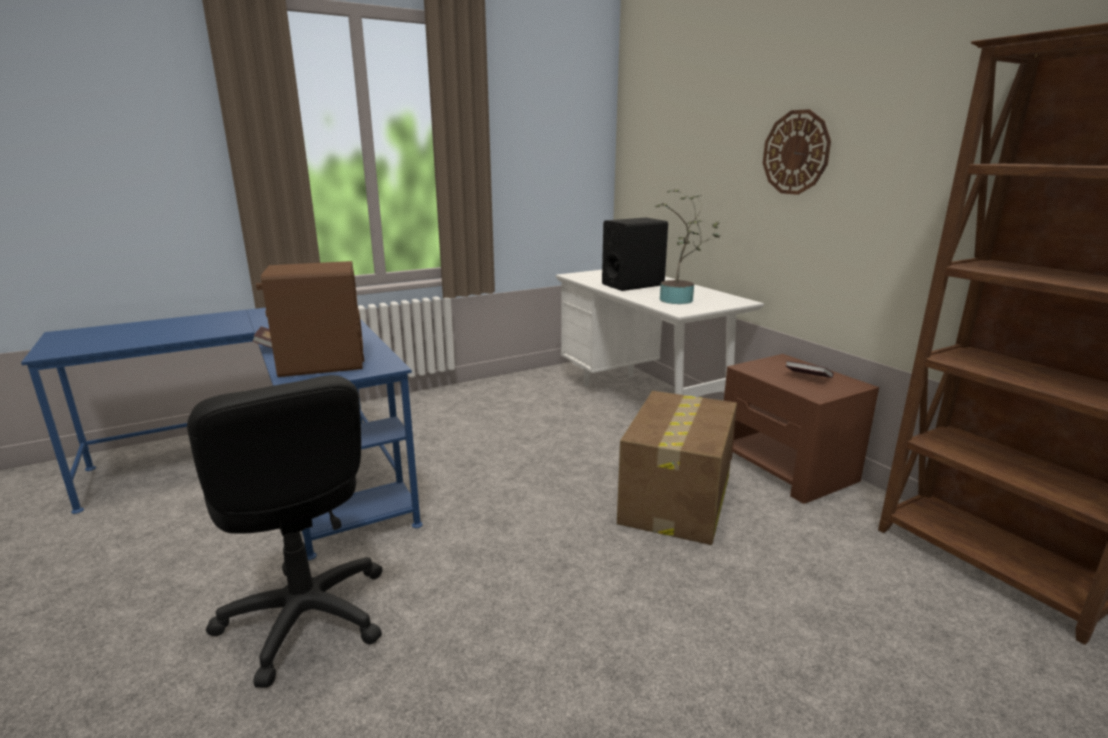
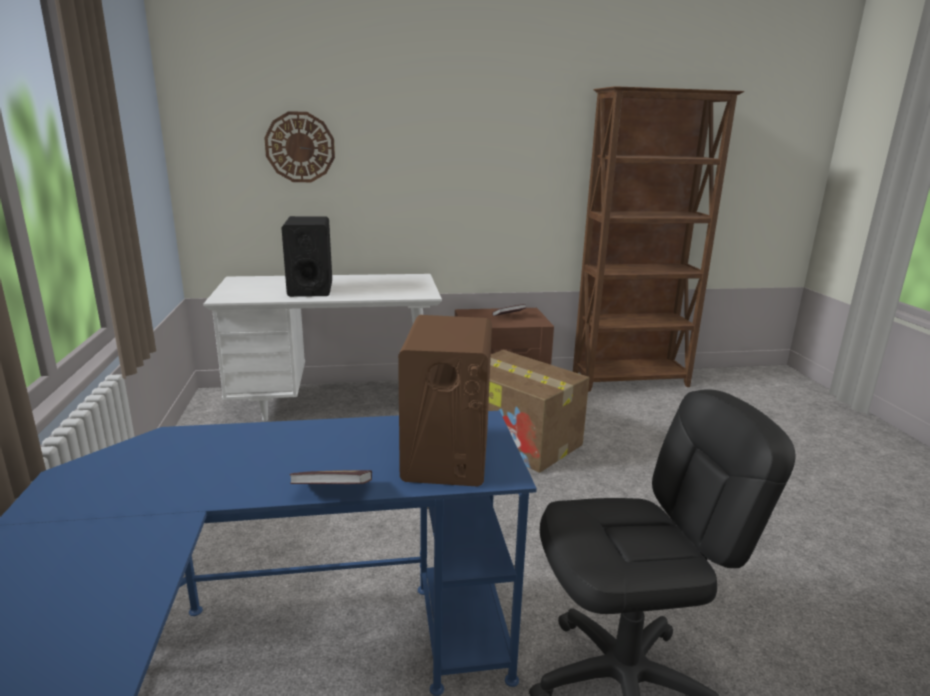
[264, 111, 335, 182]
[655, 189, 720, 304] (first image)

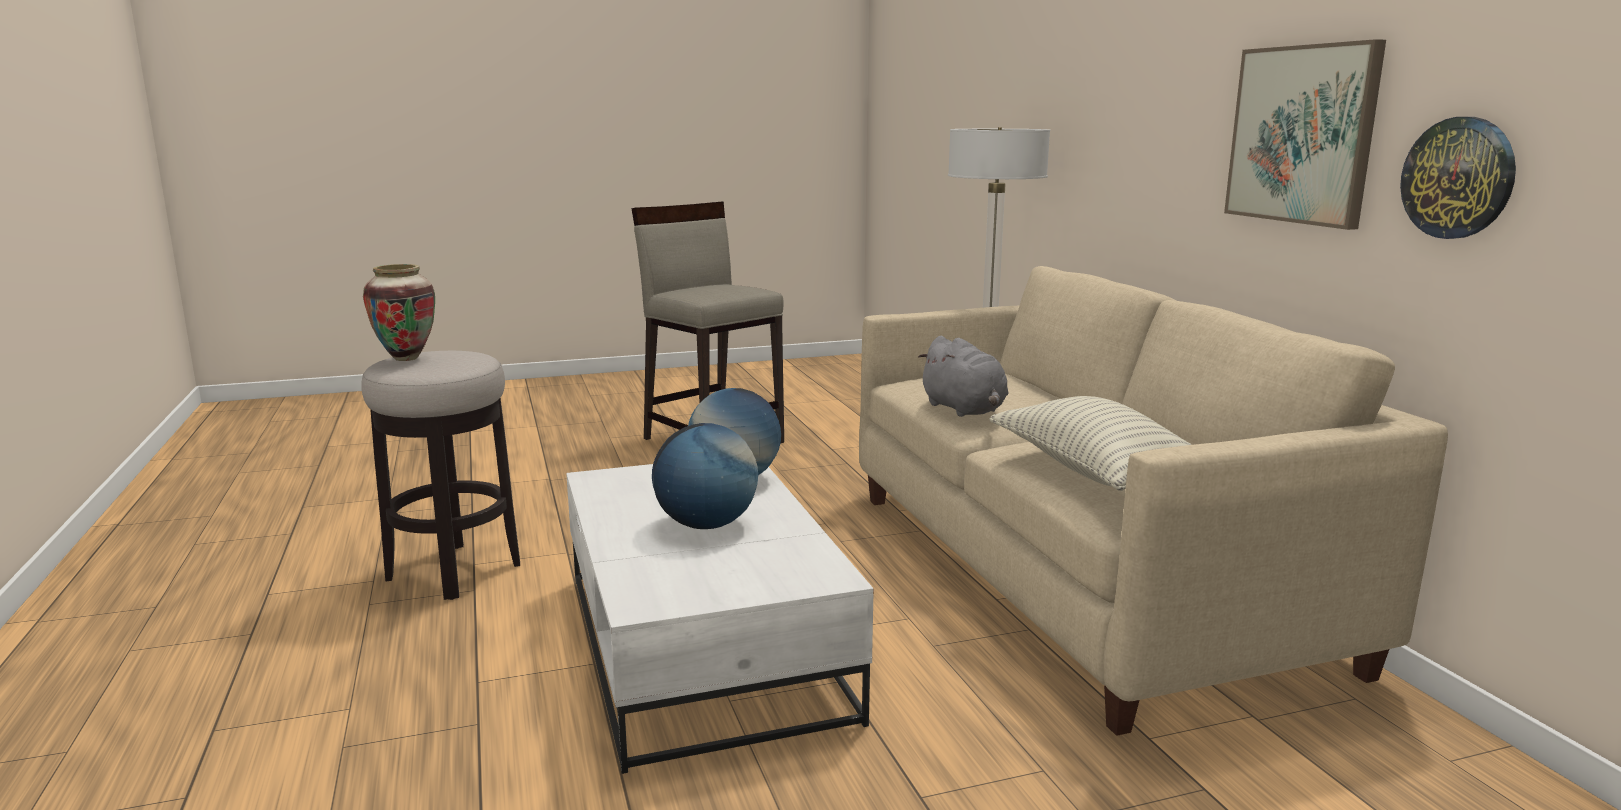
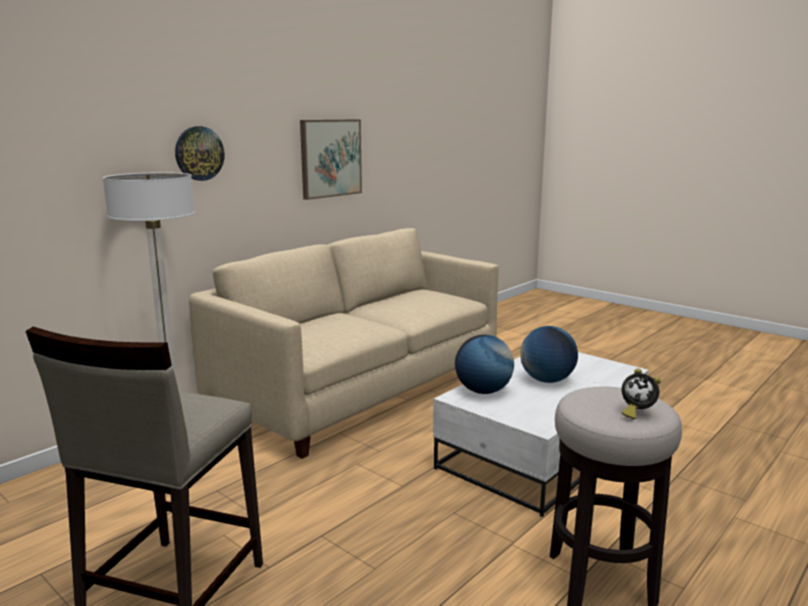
[175, 126, 224, 181]
[622, 369, 661, 419]
[918, 336, 1009, 417] (first image)
[989, 396, 1192, 491] (first image)

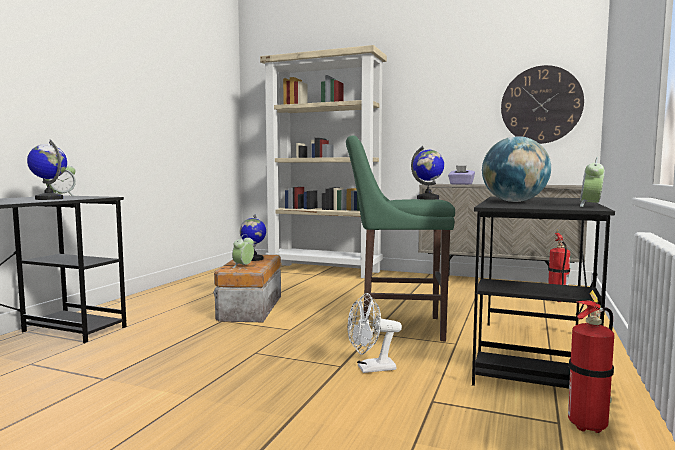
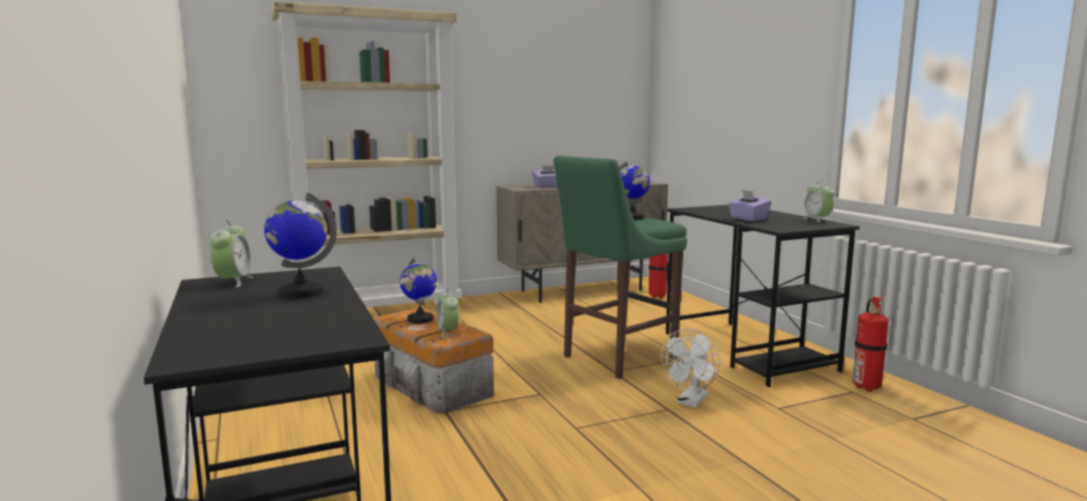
[501, 65, 584, 144] (first image)
[728, 190, 772, 221]

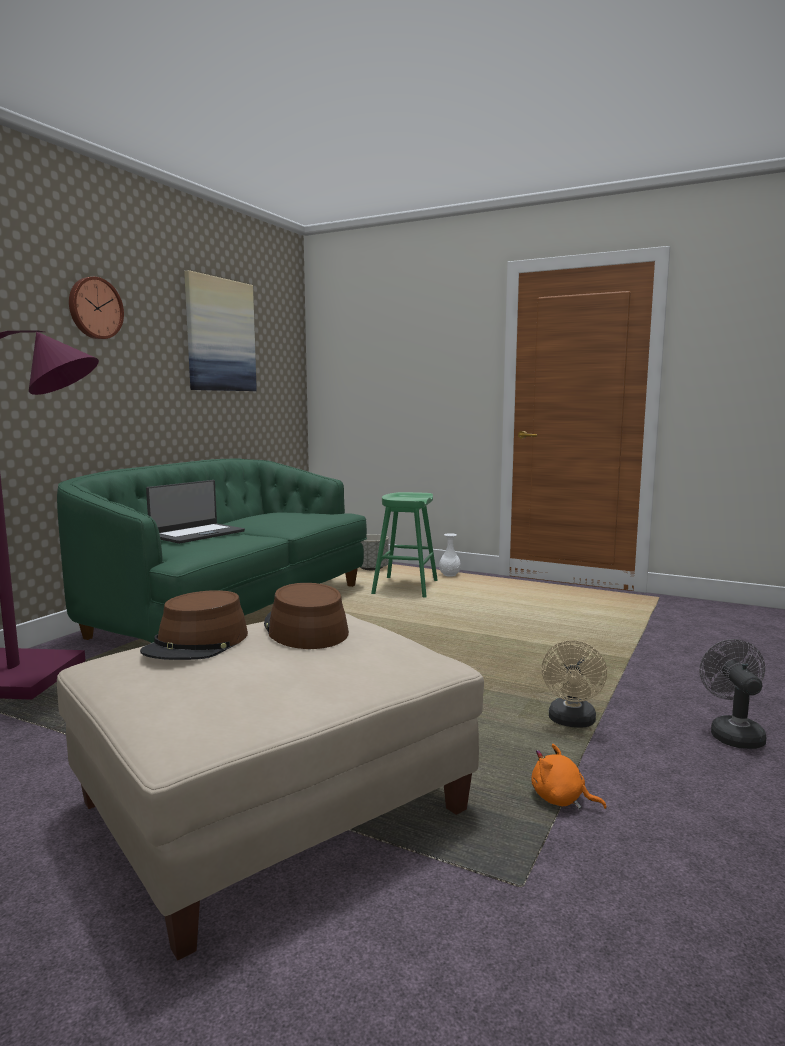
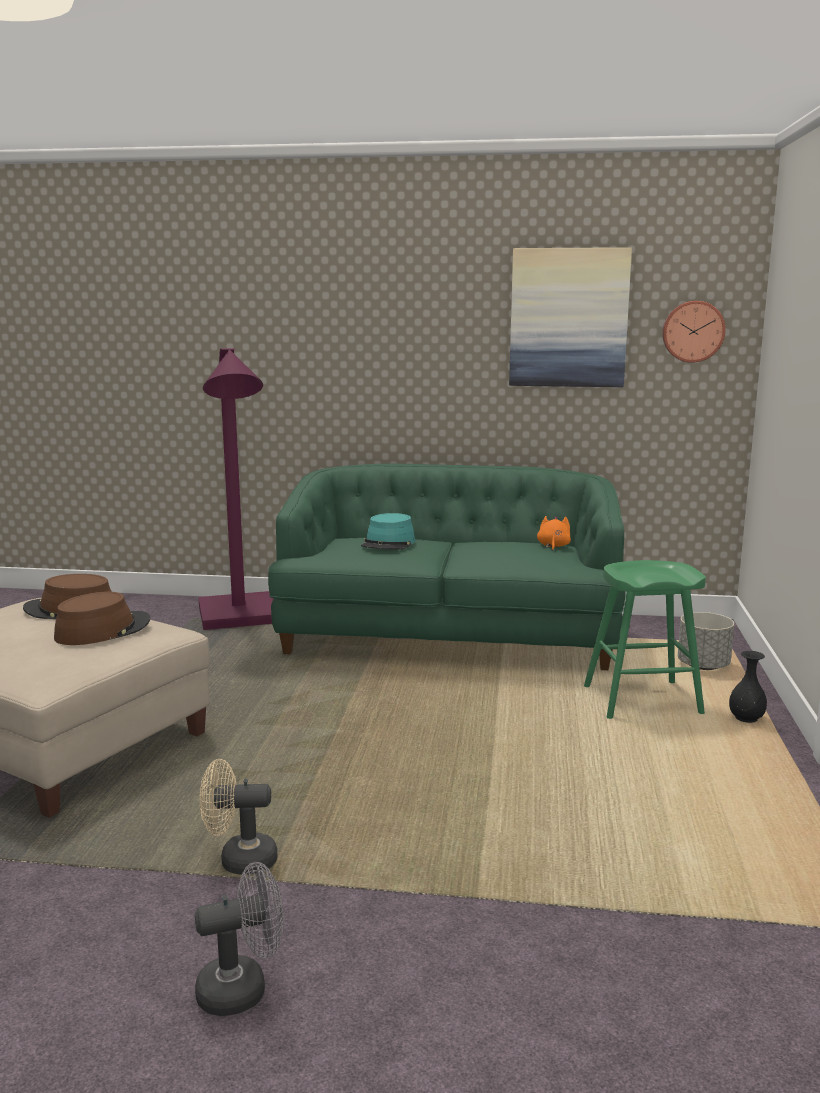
[662, 301, 726, 363]
[361, 513, 415, 550]
[729, 651, 767, 723]
[537, 516, 571, 551]

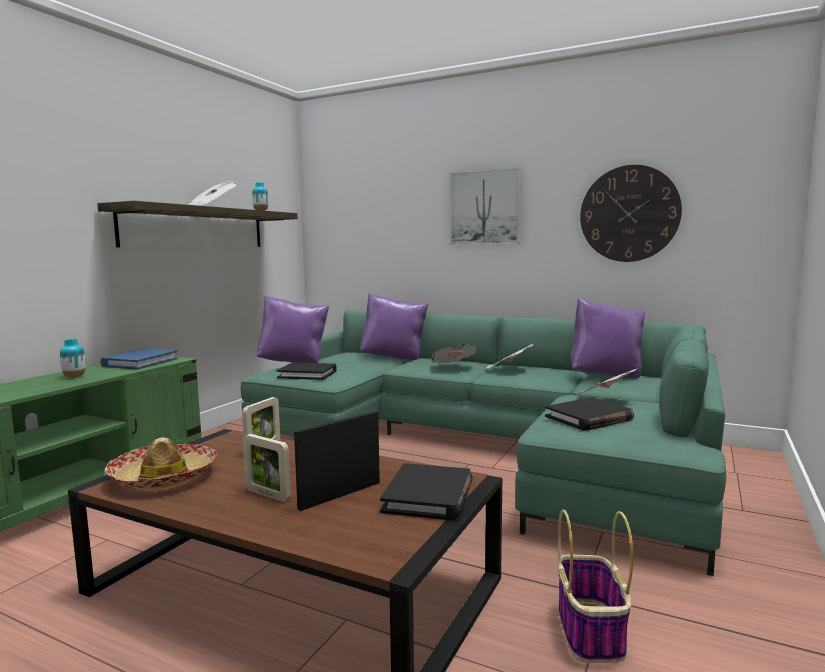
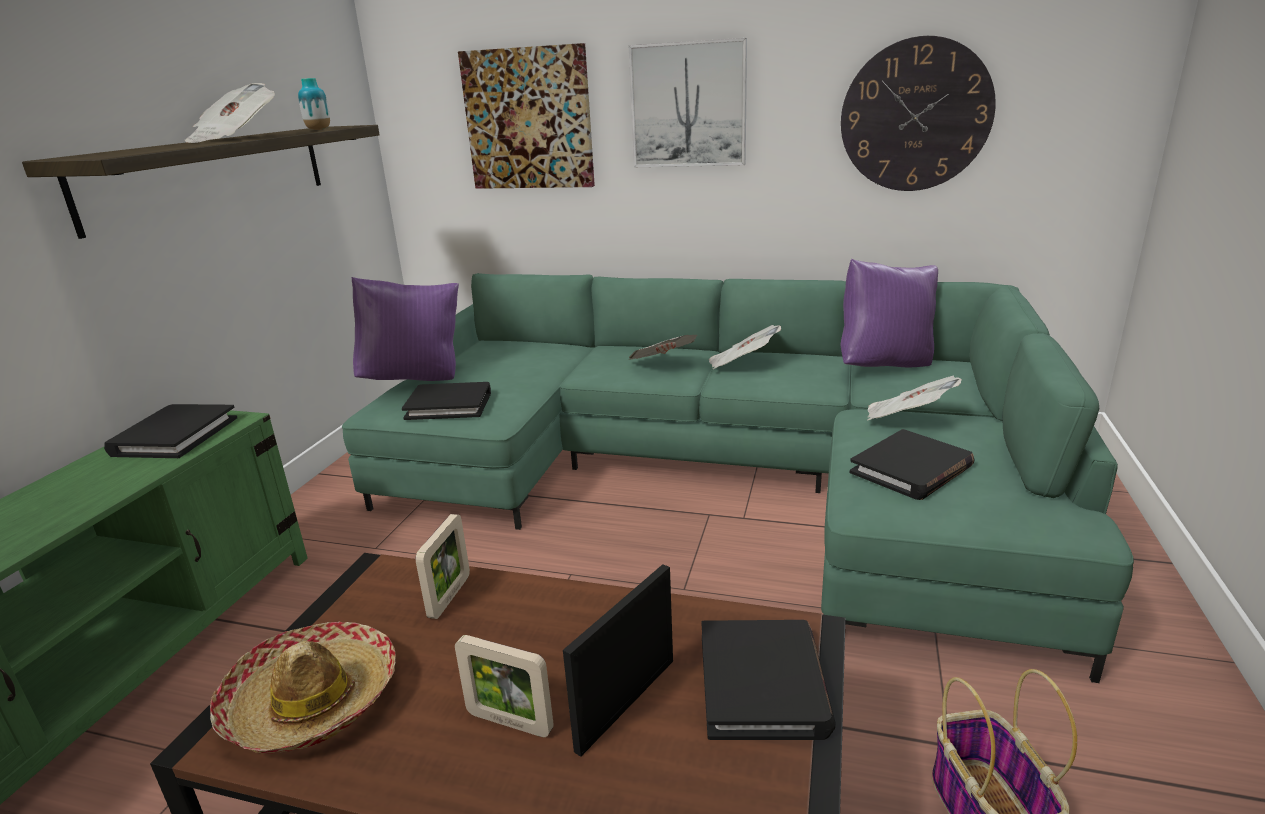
[360, 293, 428, 360] (first image)
[60, 338, 86, 377] (first image)
[104, 404, 237, 458]
[458, 43, 595, 189]

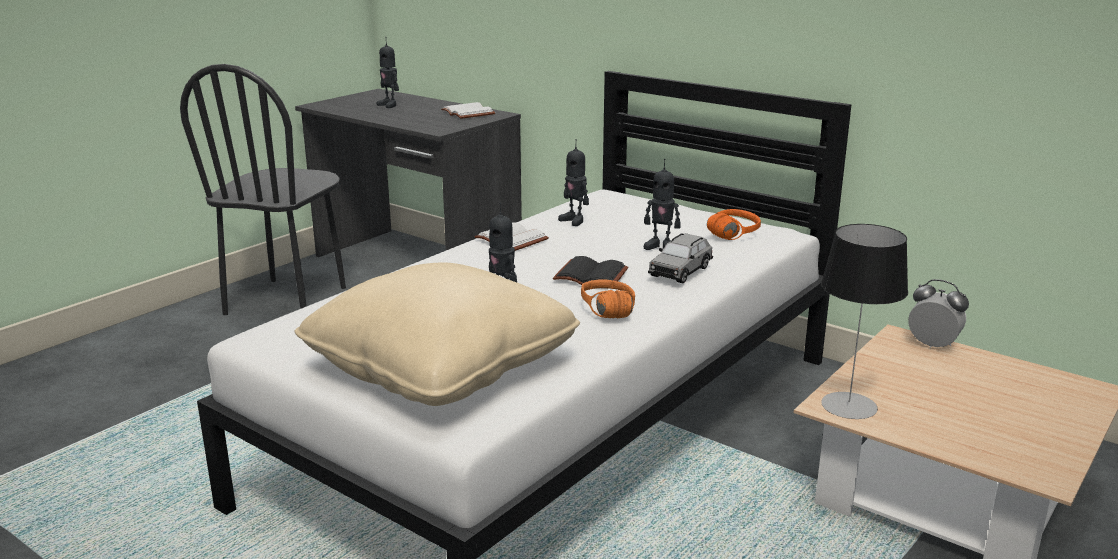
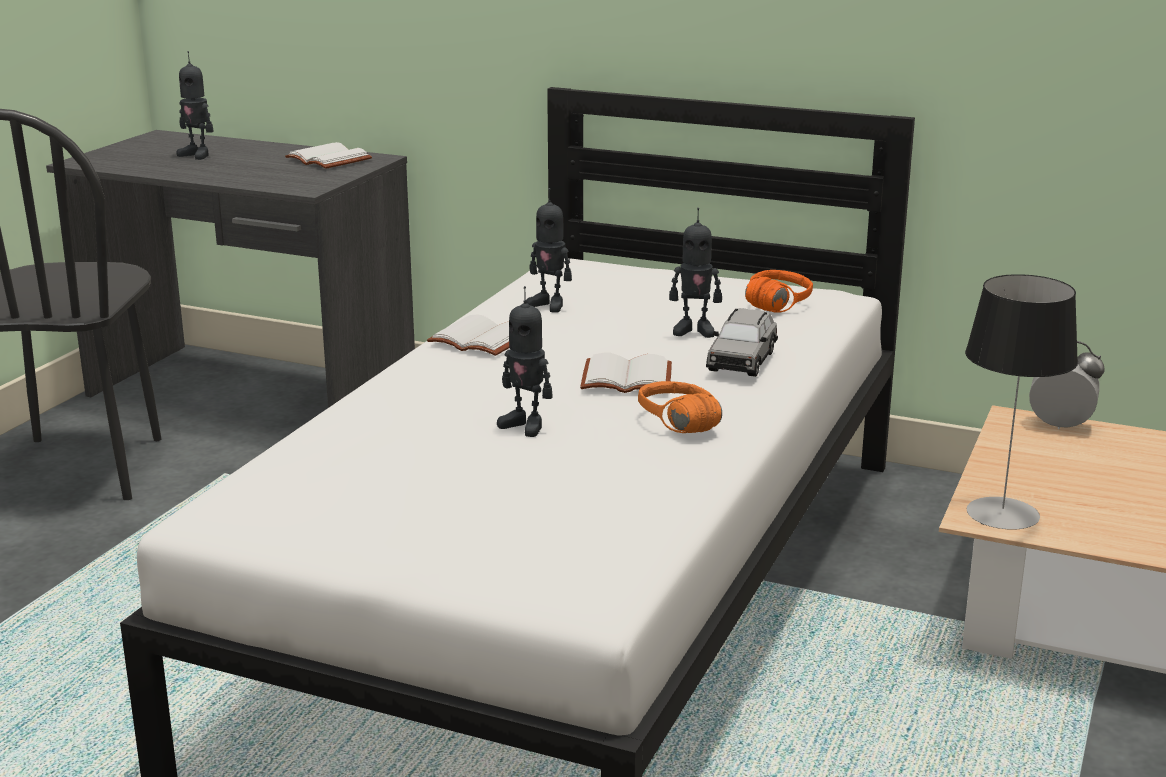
[580, 353, 672, 393]
[295, 262, 580, 406] (first image)

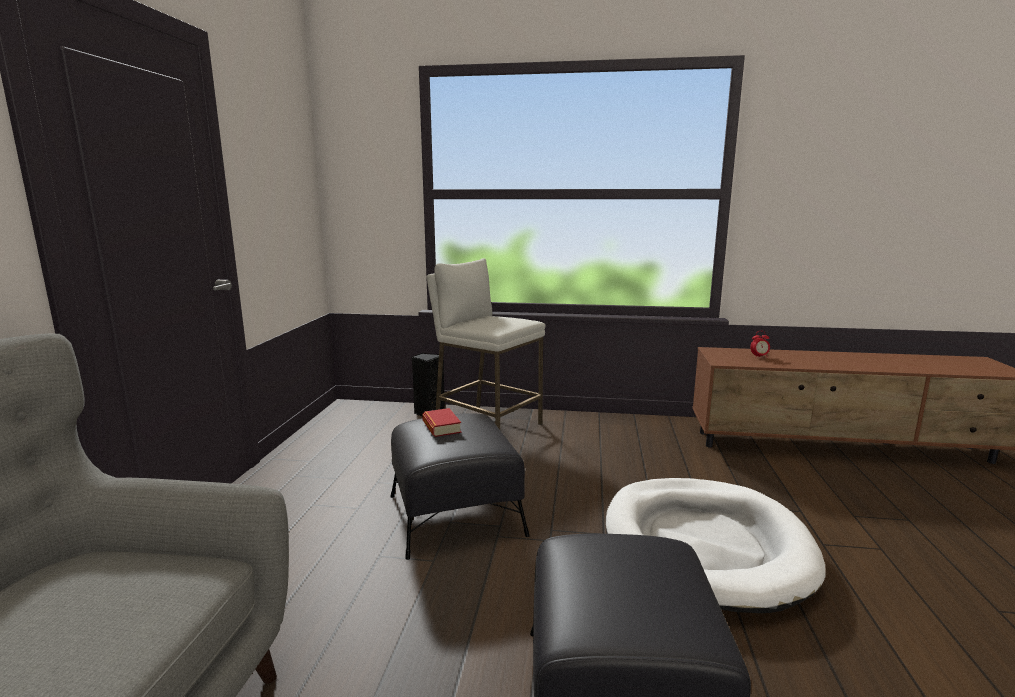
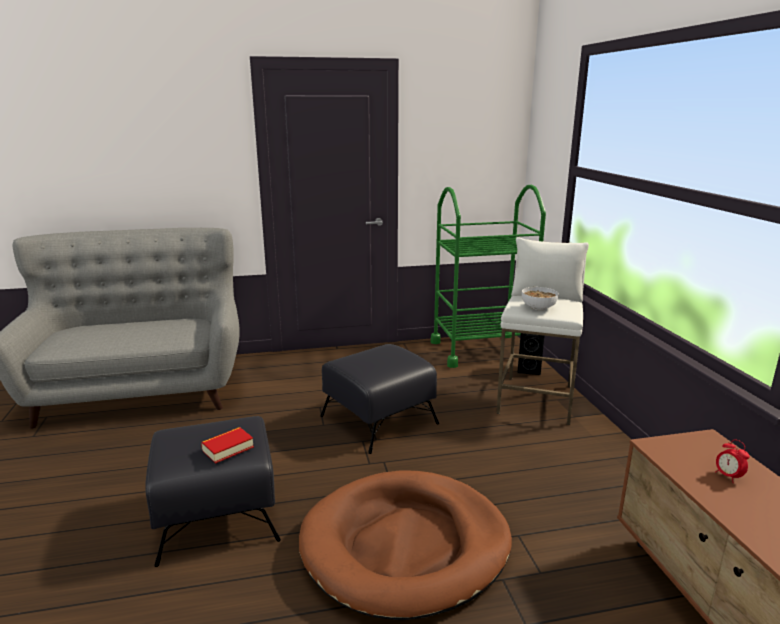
[201, 427, 254, 464]
[299, 470, 512, 620]
[431, 185, 546, 368]
[522, 287, 559, 311]

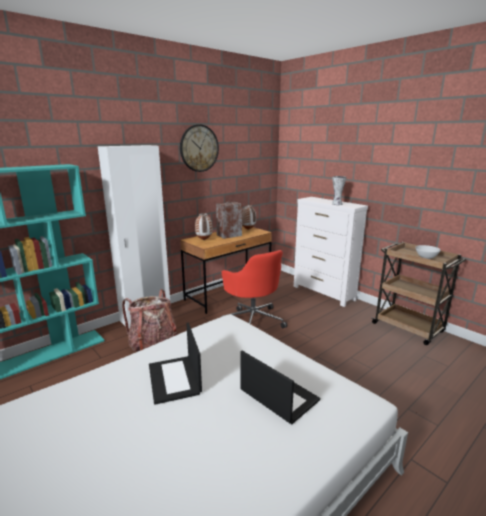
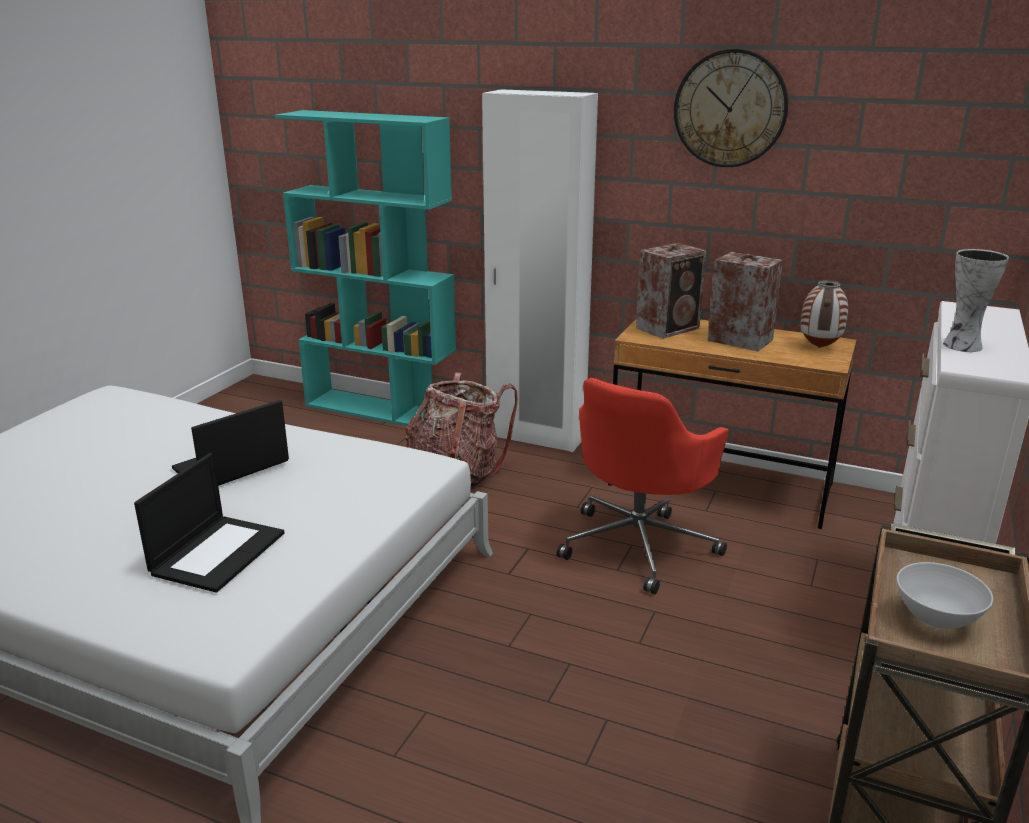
[636, 243, 706, 339]

